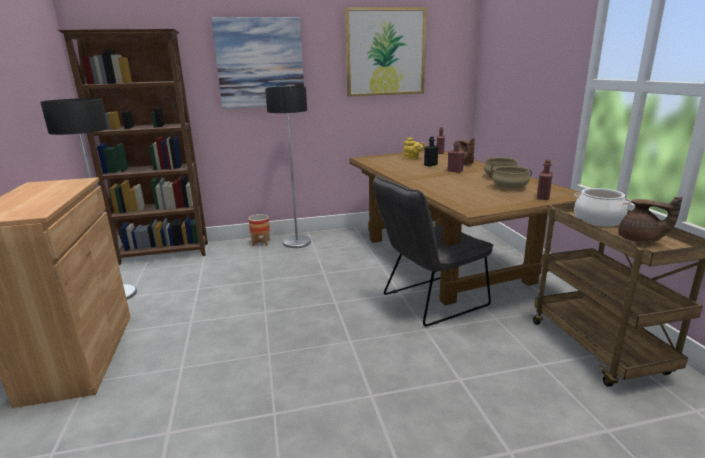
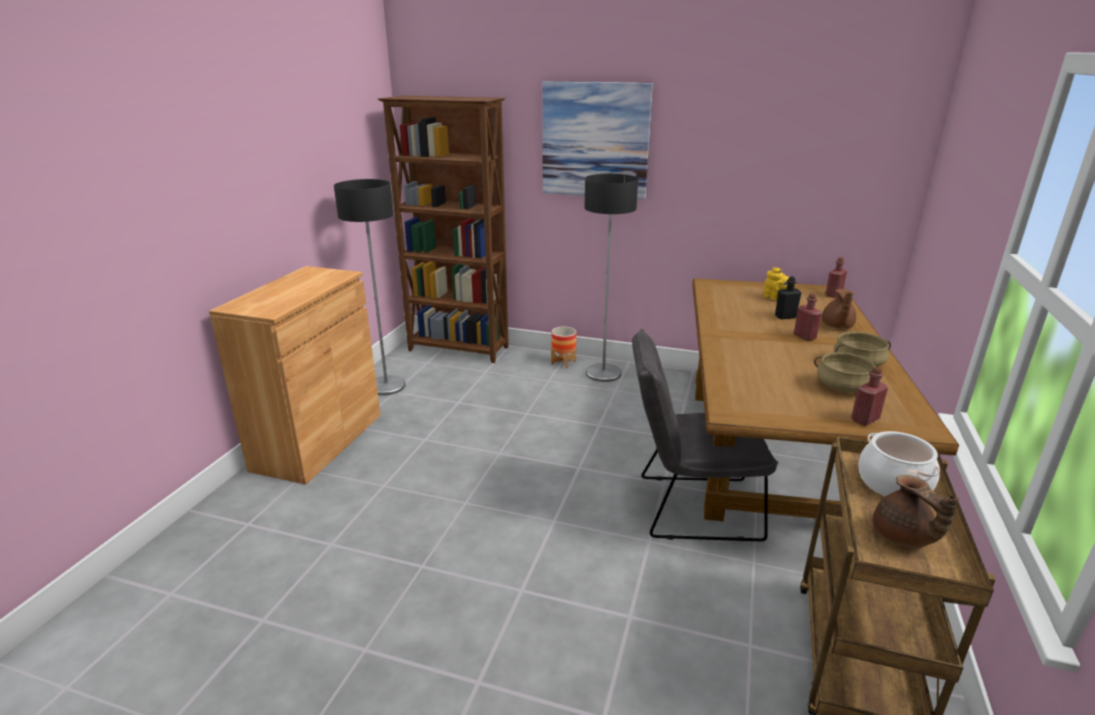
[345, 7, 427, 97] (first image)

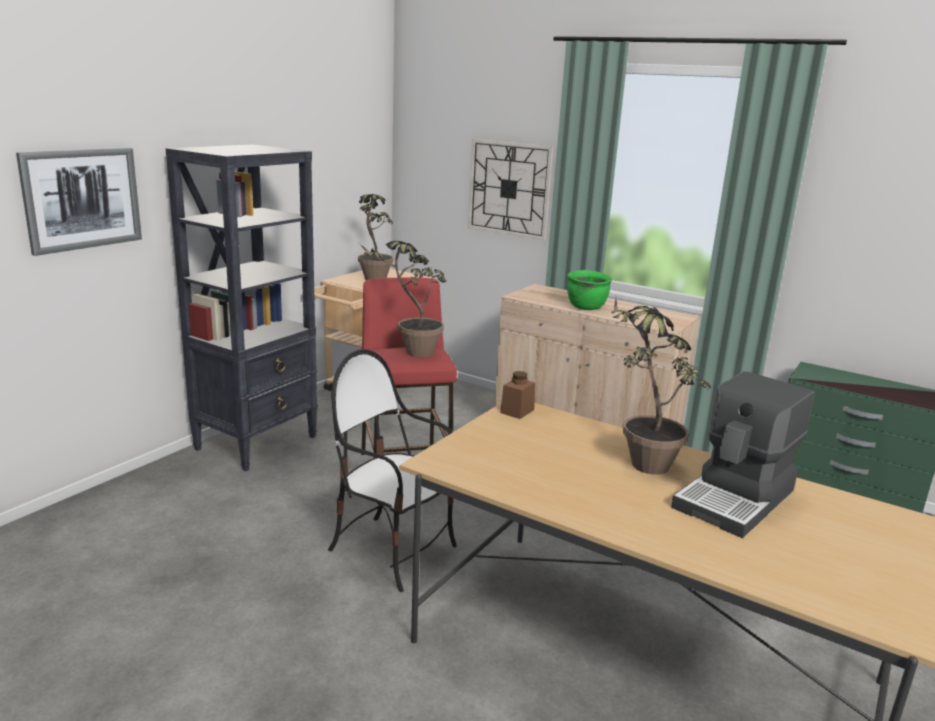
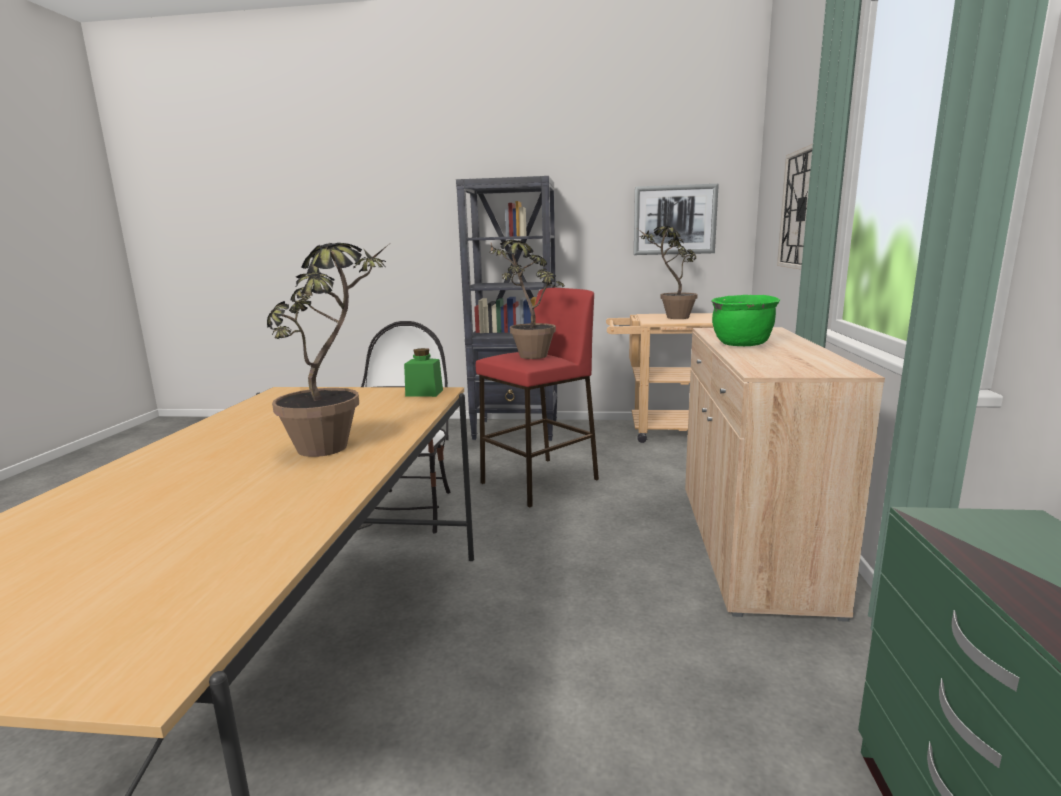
[634, 184, 719, 255]
[404, 348, 443, 397]
[671, 371, 815, 538] (first image)

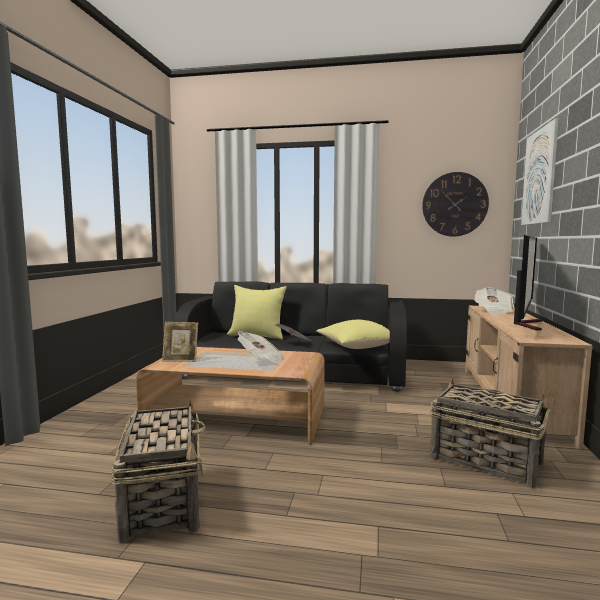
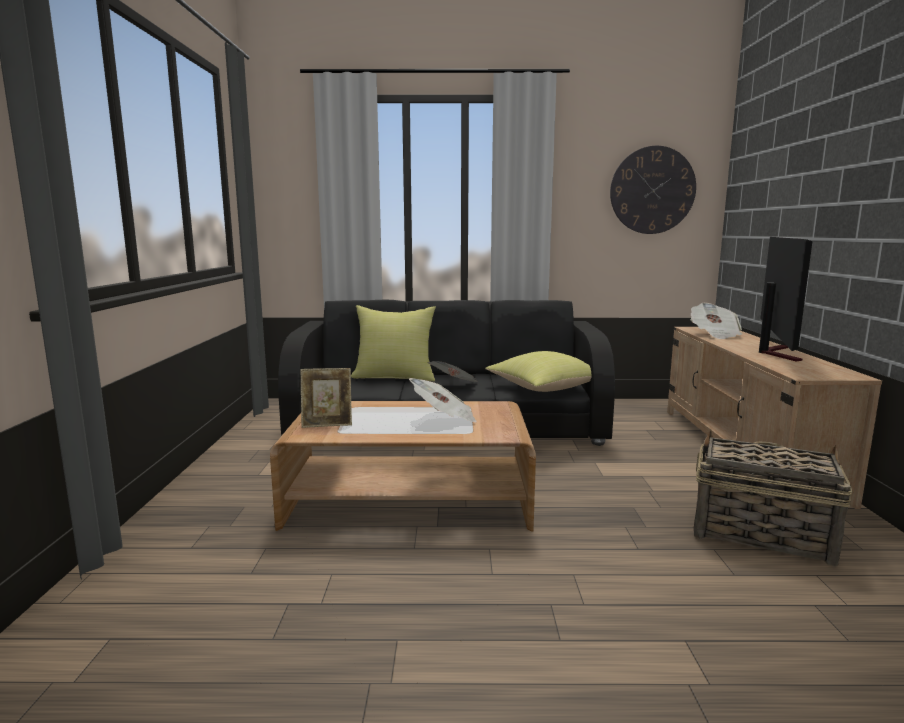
[521, 118, 559, 225] (first image)
[111, 399, 206, 543] (first image)

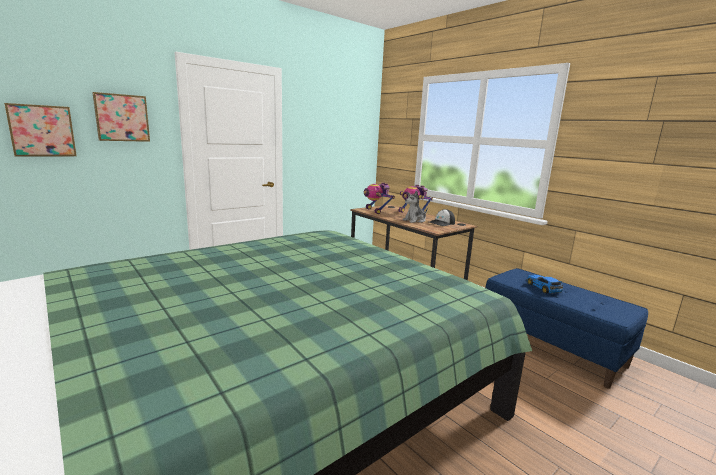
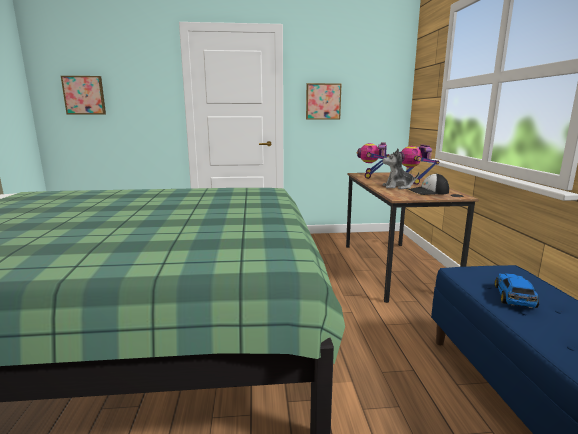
[306, 83, 342, 120]

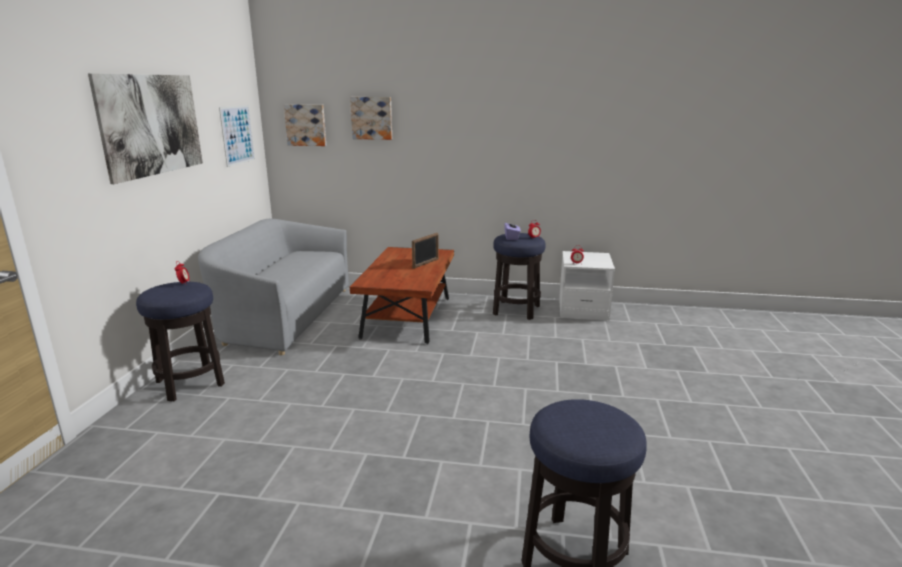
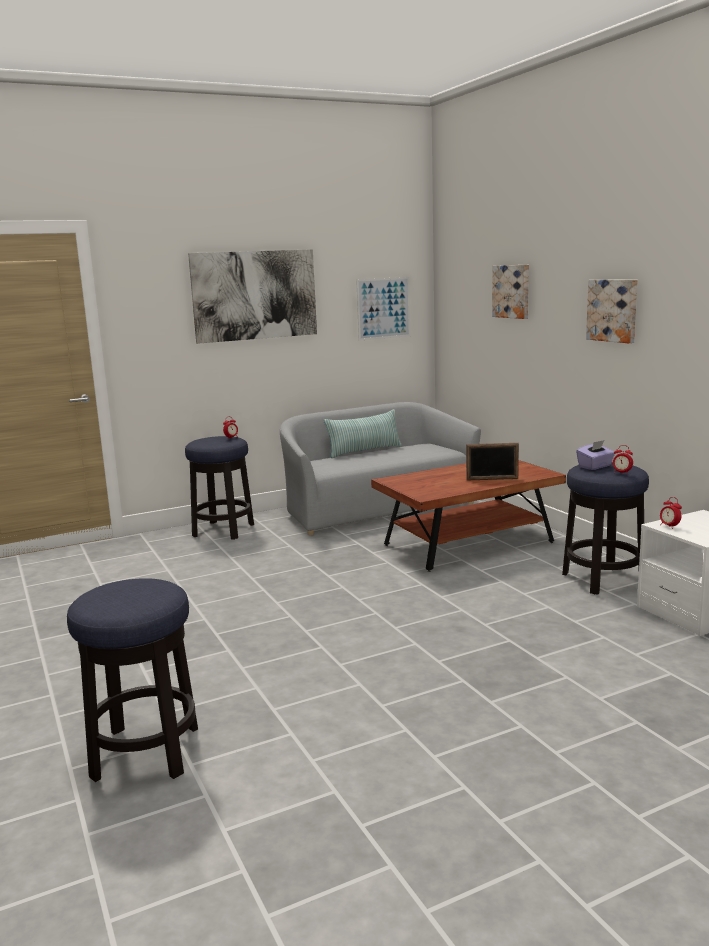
[586, 280, 637, 343]
[324, 409, 402, 458]

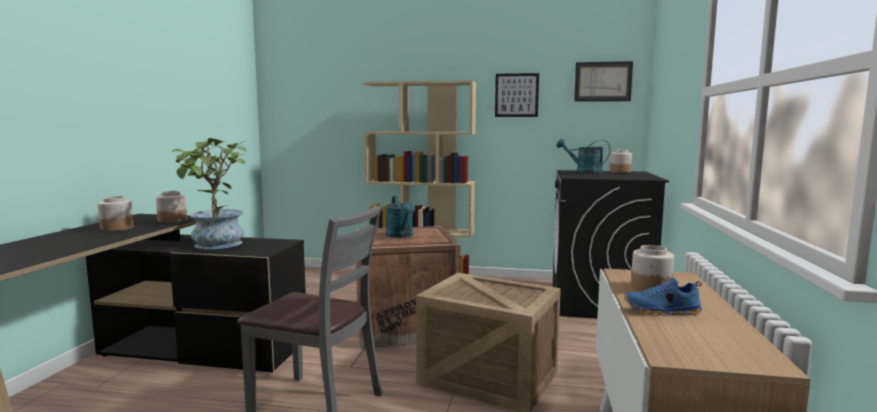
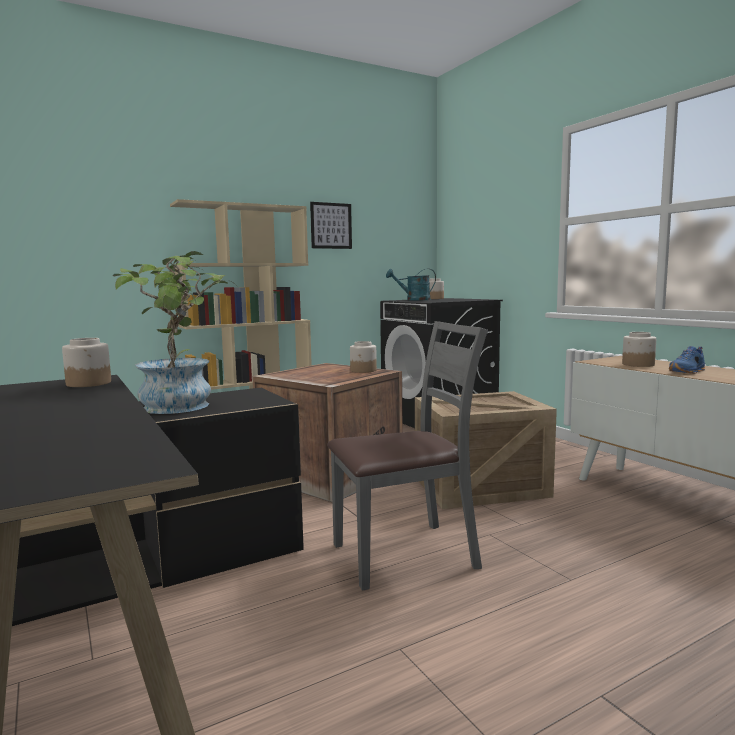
[574, 61, 633, 102] (first image)
[350, 341, 377, 373]
[386, 196, 415, 238] (first image)

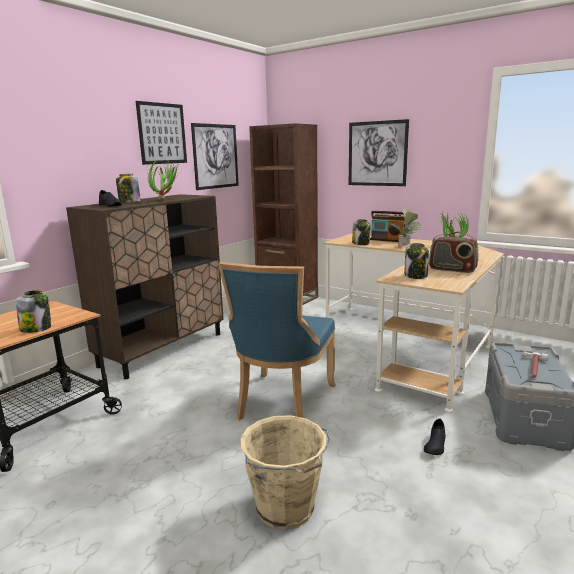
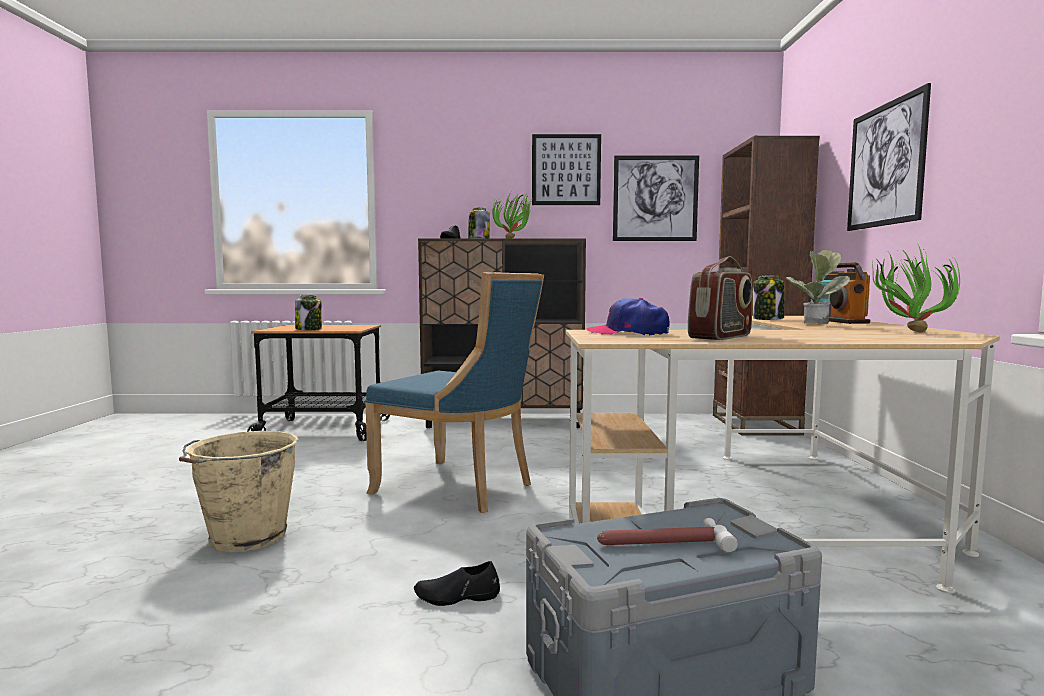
[688, 256, 752, 340]
[586, 298, 670, 336]
[365, 272, 544, 513]

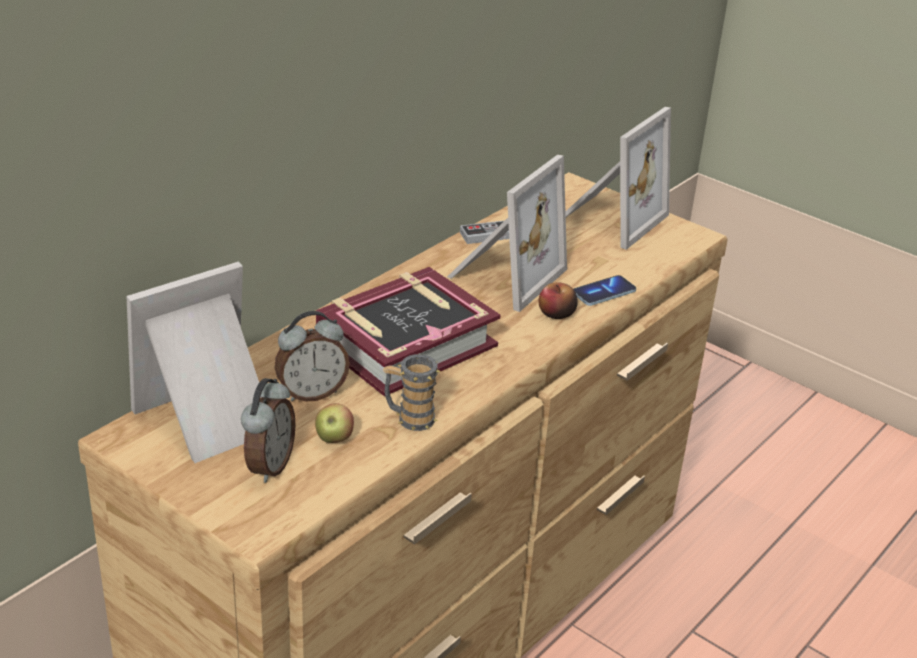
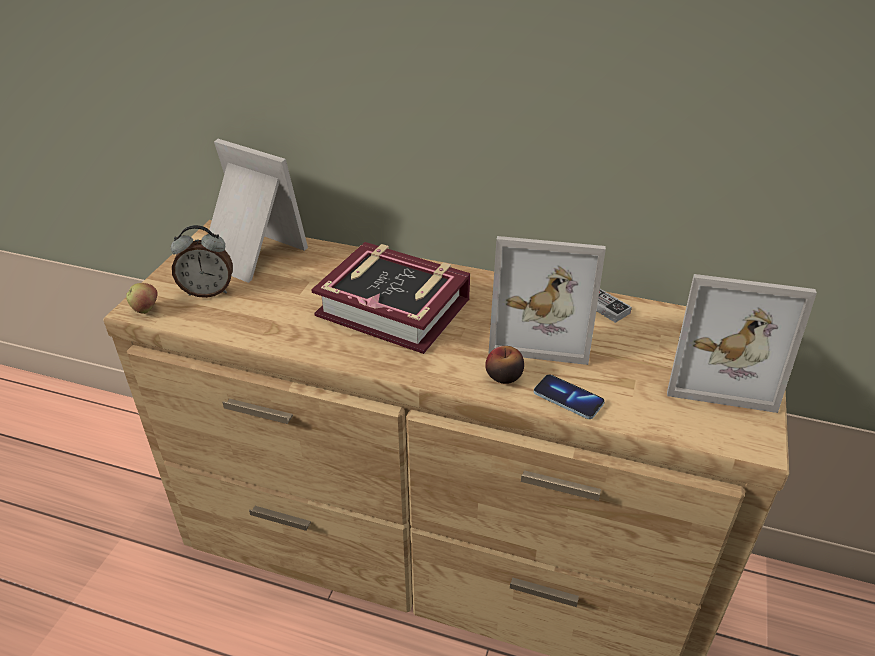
[275, 311, 350, 402] (first image)
[383, 354, 441, 431] (first image)
[126, 283, 158, 314]

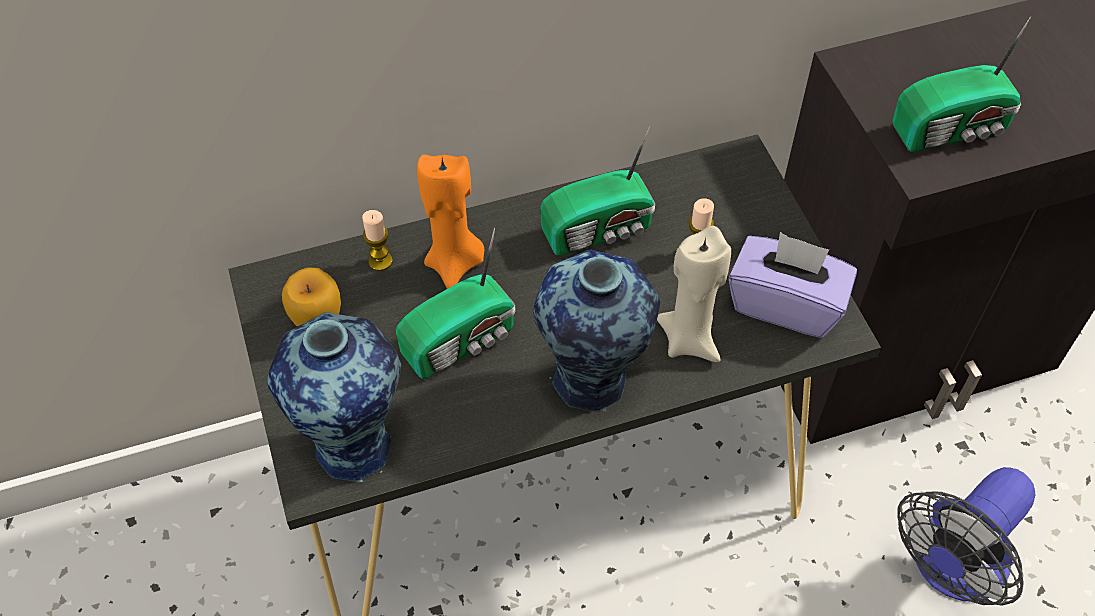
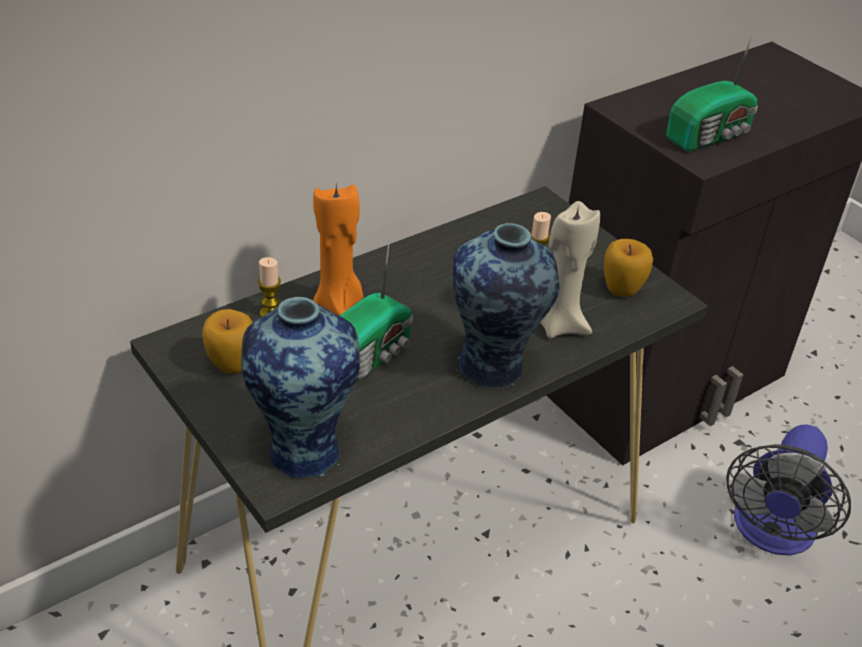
[541, 126, 655, 256] (first image)
[604, 239, 653, 297]

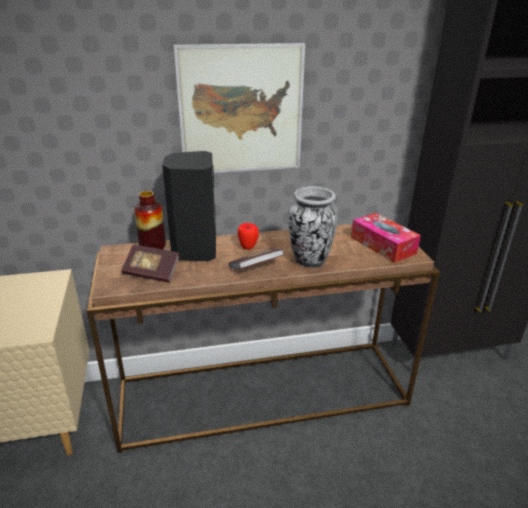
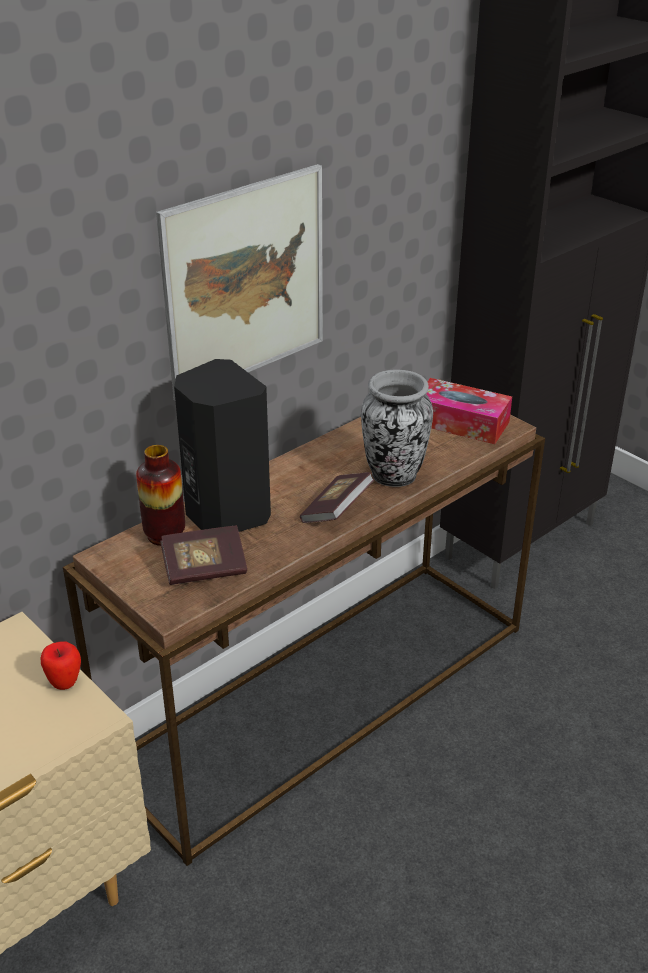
[41, 641, 81, 690]

